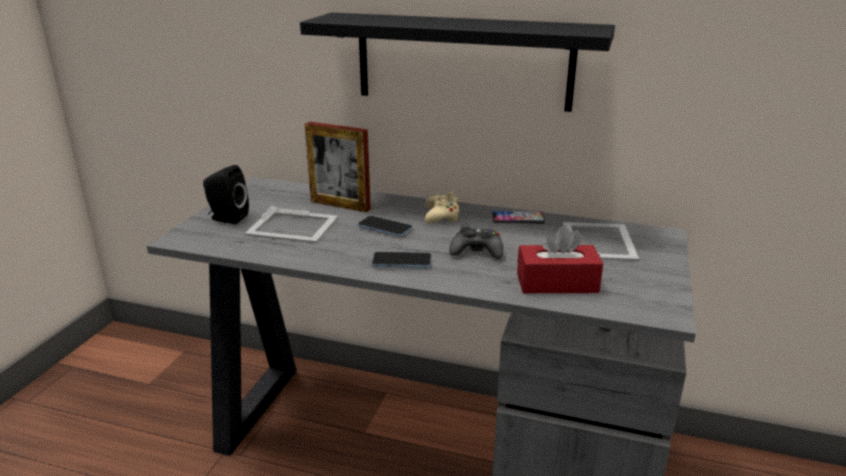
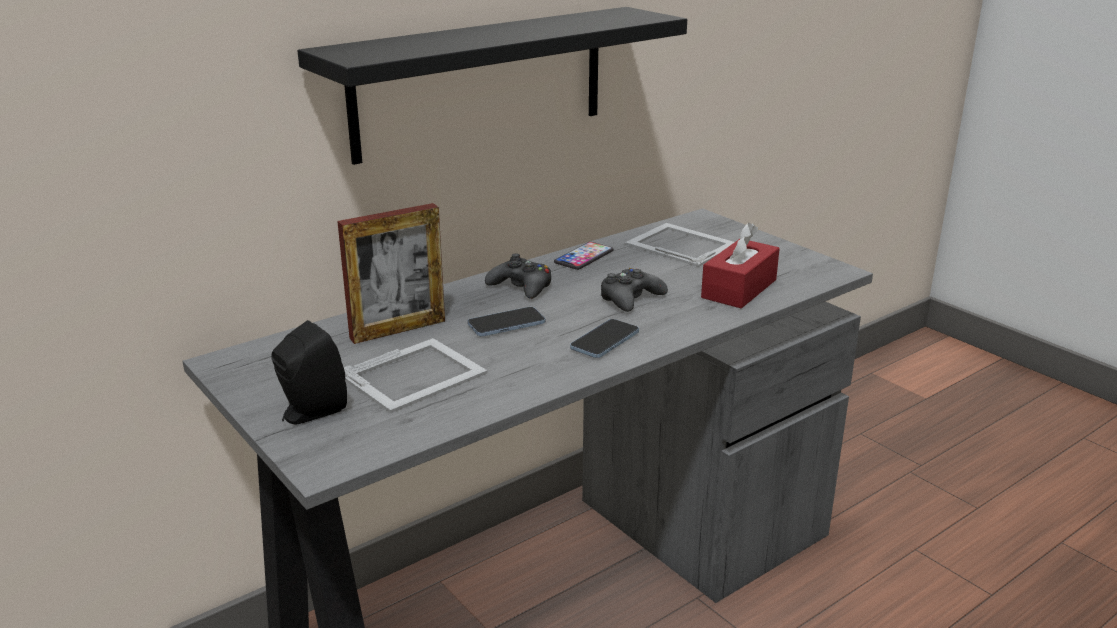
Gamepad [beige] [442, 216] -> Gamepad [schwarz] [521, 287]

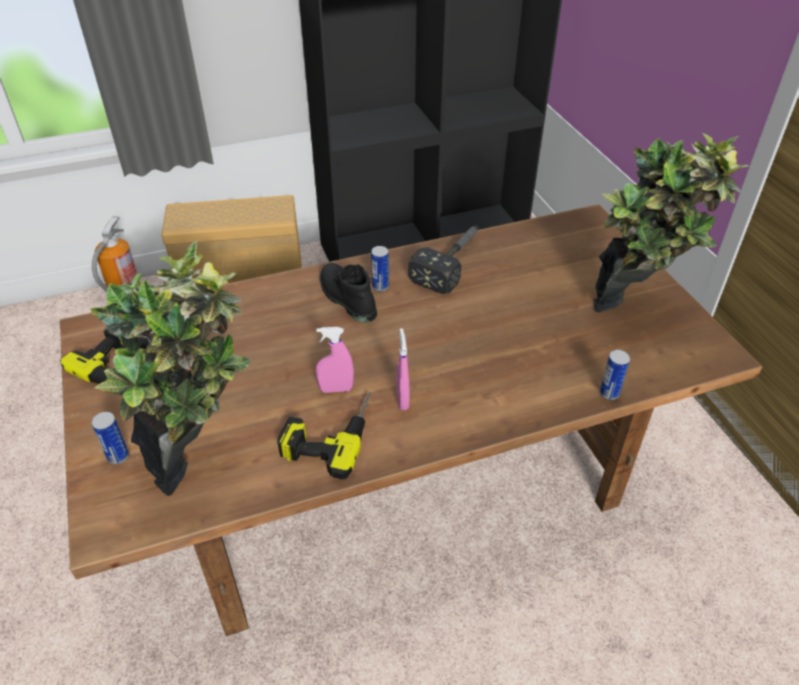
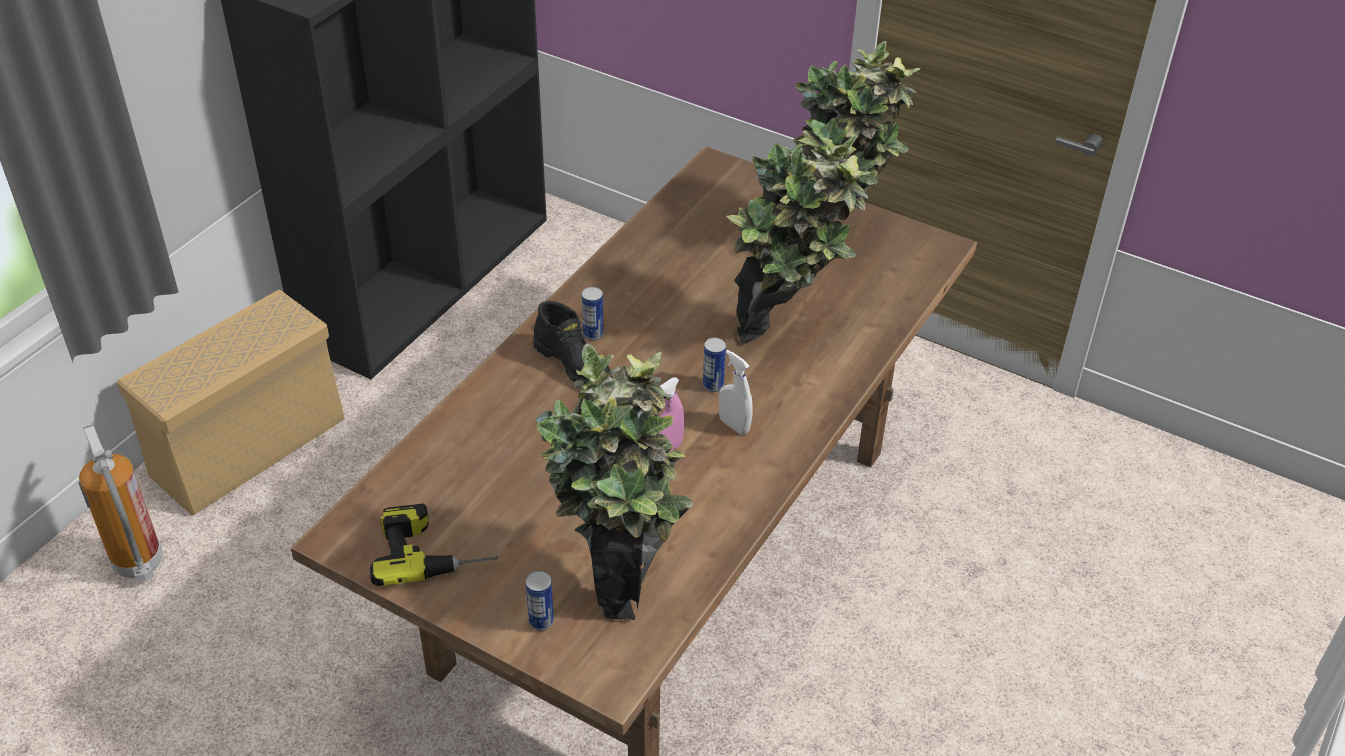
Hammer [452, 262] -> none
Stiefel [schwarz] [346, 298] -> Stiefel [schwarz] [574, 363], 150 degrees counterclockwise
Sprühflasche [rosa] [402, 399] -> Sprühflasche [weiß] [734, 425]
Dose [609, 393] -> Dose [713, 385], moved
Bohrmaschine [328, 433] -> none
none -> Topfpflanze [785, 329]

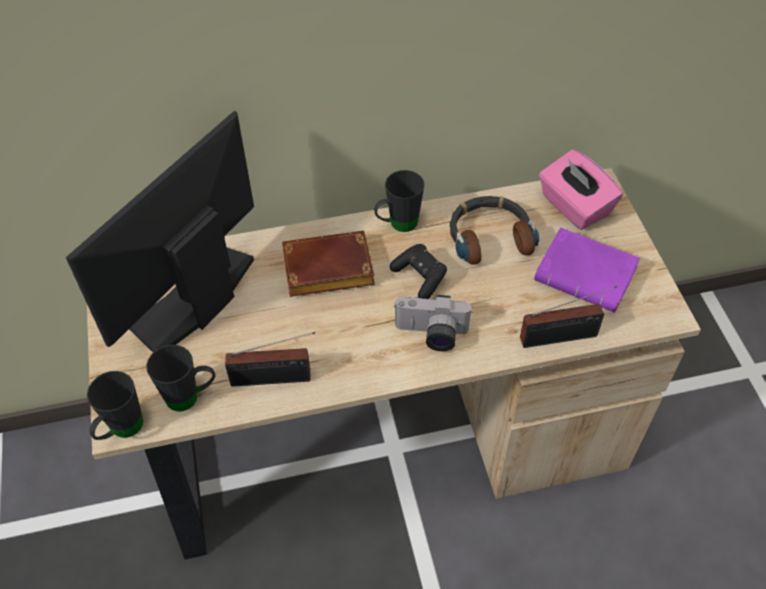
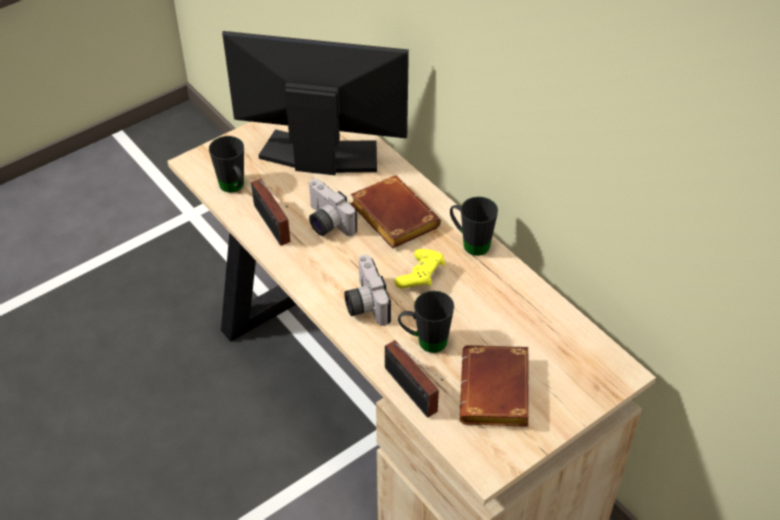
Taschentuchbox [rosa] [574, 206] -> none
Kopfhörer [489, 236] -> none
Buch [lila] [588, 275] -> Buch [braun] [497, 393]
Gamepad [schwarz] [420, 277] -> Gamepad [gelb] [421, 276]
Henkelbecher [schwarz] [121, 431] -> Henkelbecher [schwarz] [424, 341], moved
none -> Kamera [325, 223]

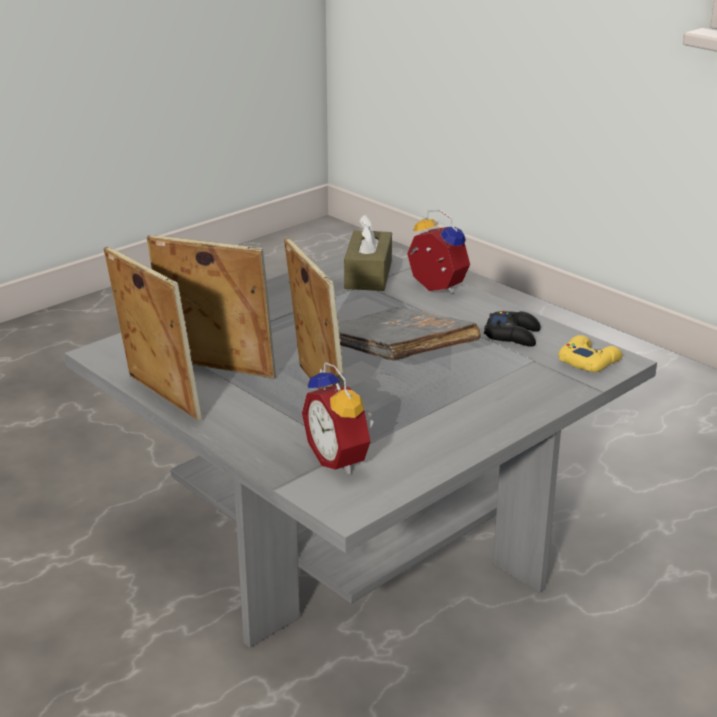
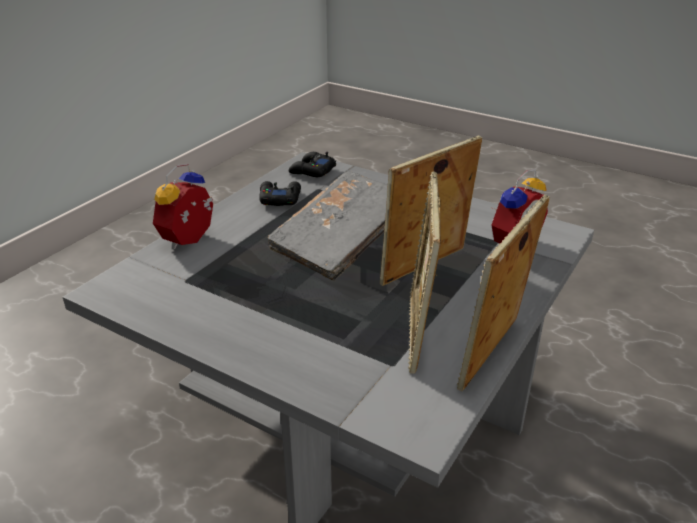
Taschentuchbox [braun] [368, 275] -> none
Gamepad [gelb] [588, 361] -> Gamepad [schwarz] [312, 171]

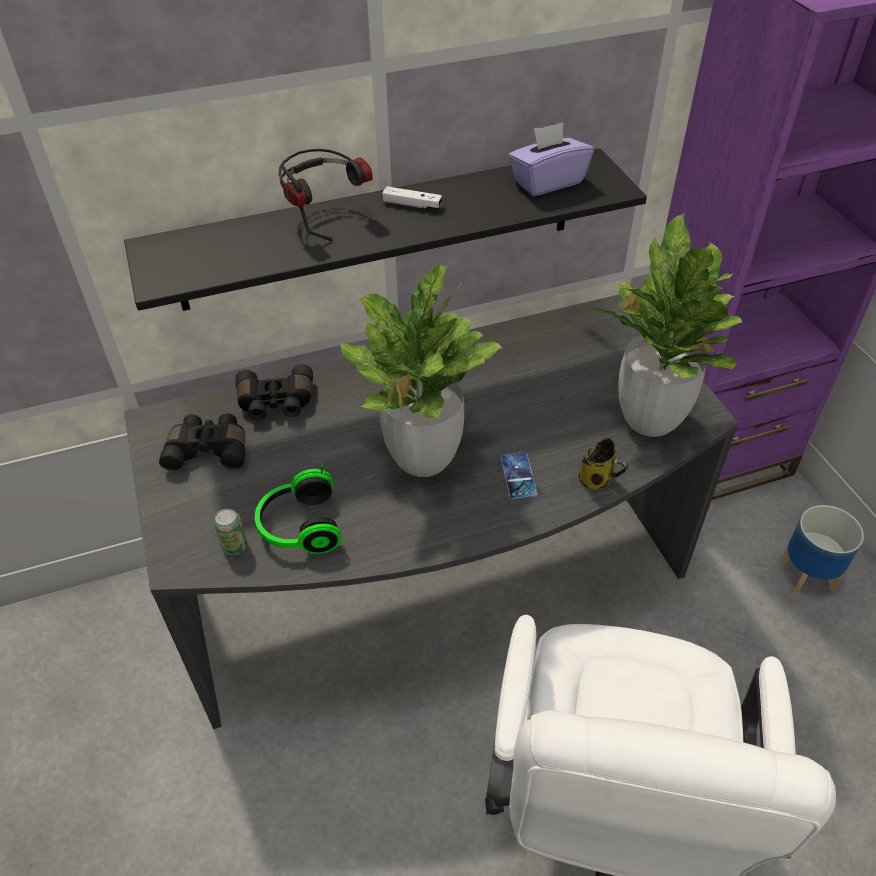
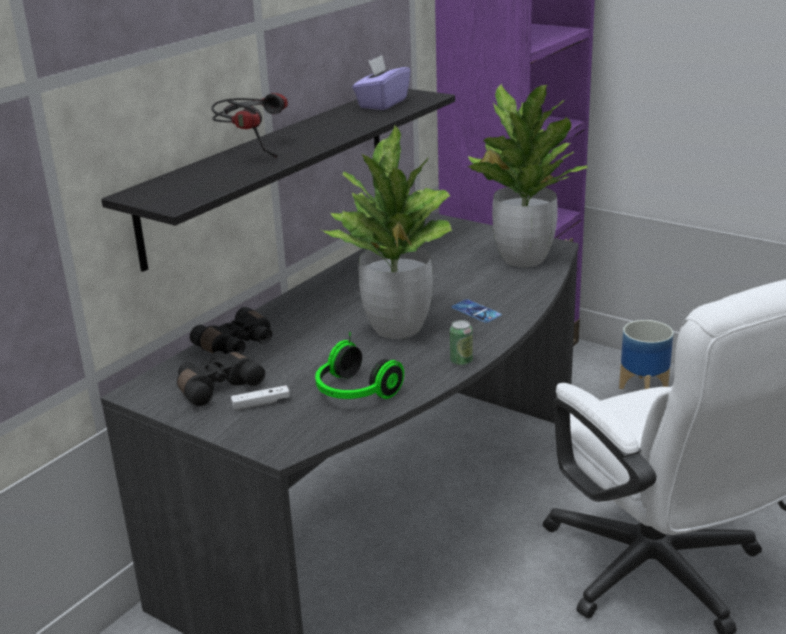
Gamepad [weiß] [412, 204] -> Gamepad [weiß] [261, 403], moved
Henkelbecher [597, 479] -> none
Dose [235, 546] -> Dose [461, 361], moved

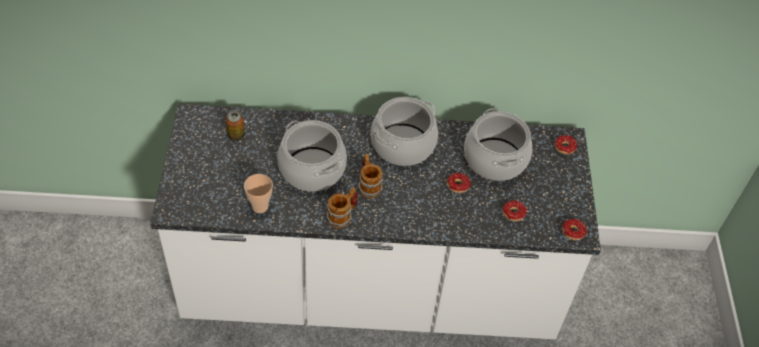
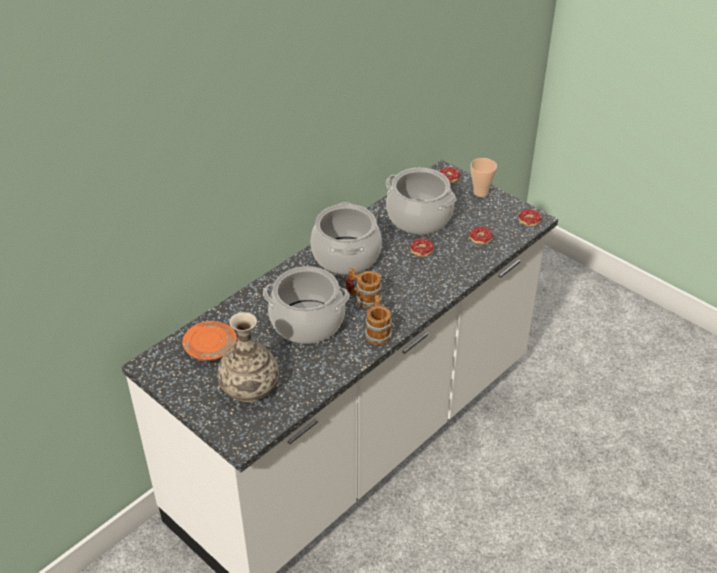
Dose [236, 135] -> Teller [orange] [211, 348]
Tasse [260, 206] -> Tasse [480, 192], moved
none -> Vase [250, 387]

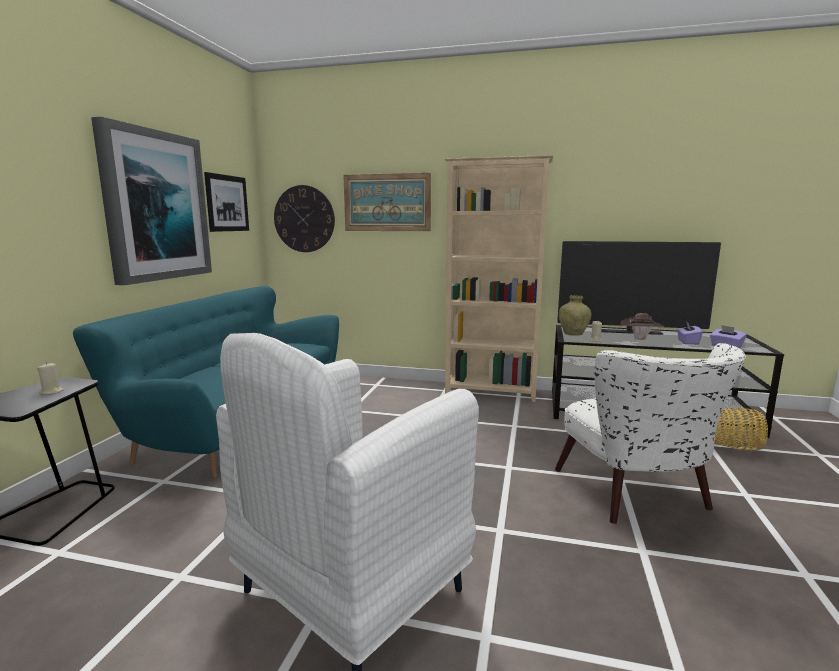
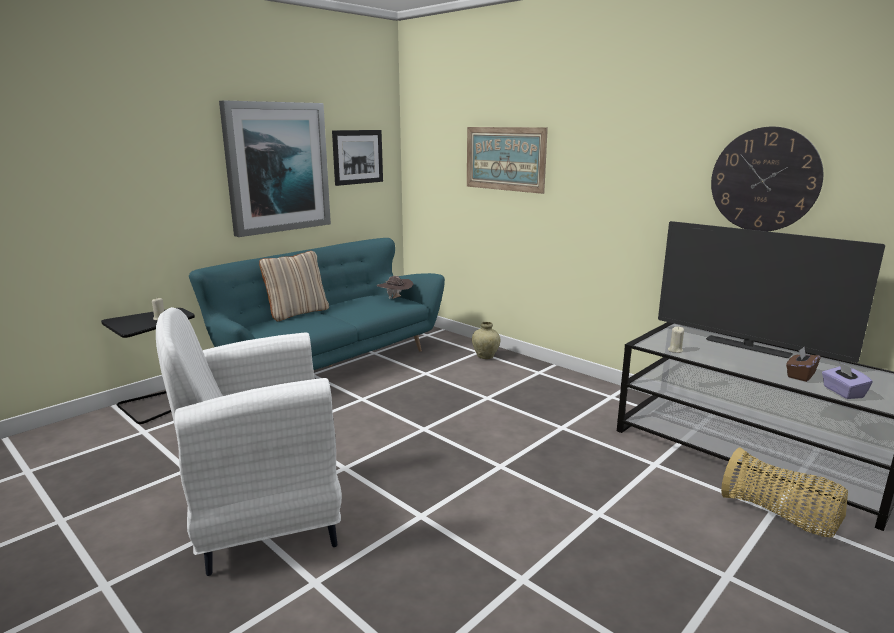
Bücherregal [beige] [491, 392] -> none
Wanduhr [304, 219] -> Wanduhr [764, 180], moved
Vase [beige] [573, 334] -> Vase [beige] [485, 356], moved
Hut [braun] [640, 340] -> Hut [braun] [395, 299], moved
Taschentuchbox [lila] [687, 342] -> Taschentuchbox [braun] [800, 375]
Sessel [weiß] [638, 497] -> none
none -> Kissen [beige] [297, 313]

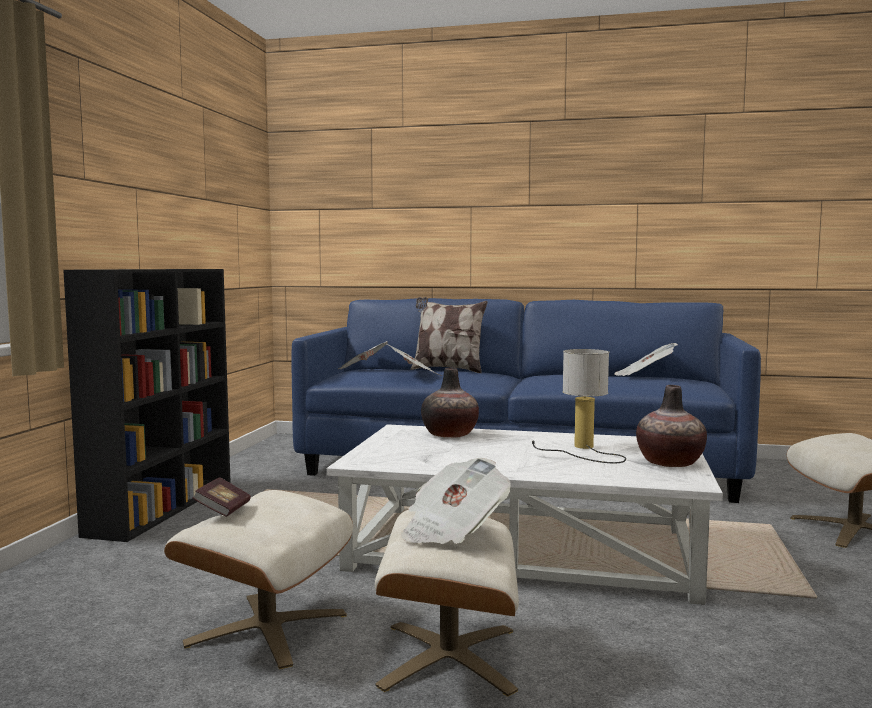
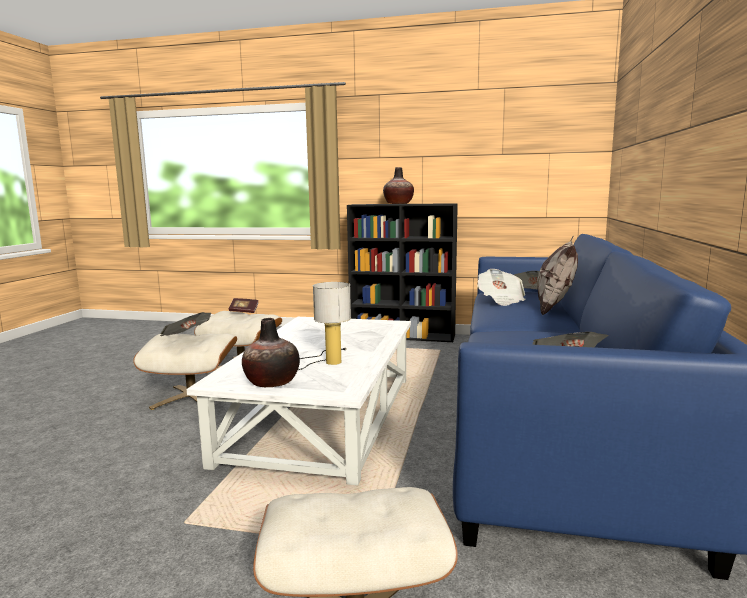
Vase [450, 434] -> Vase [398, 203], moved

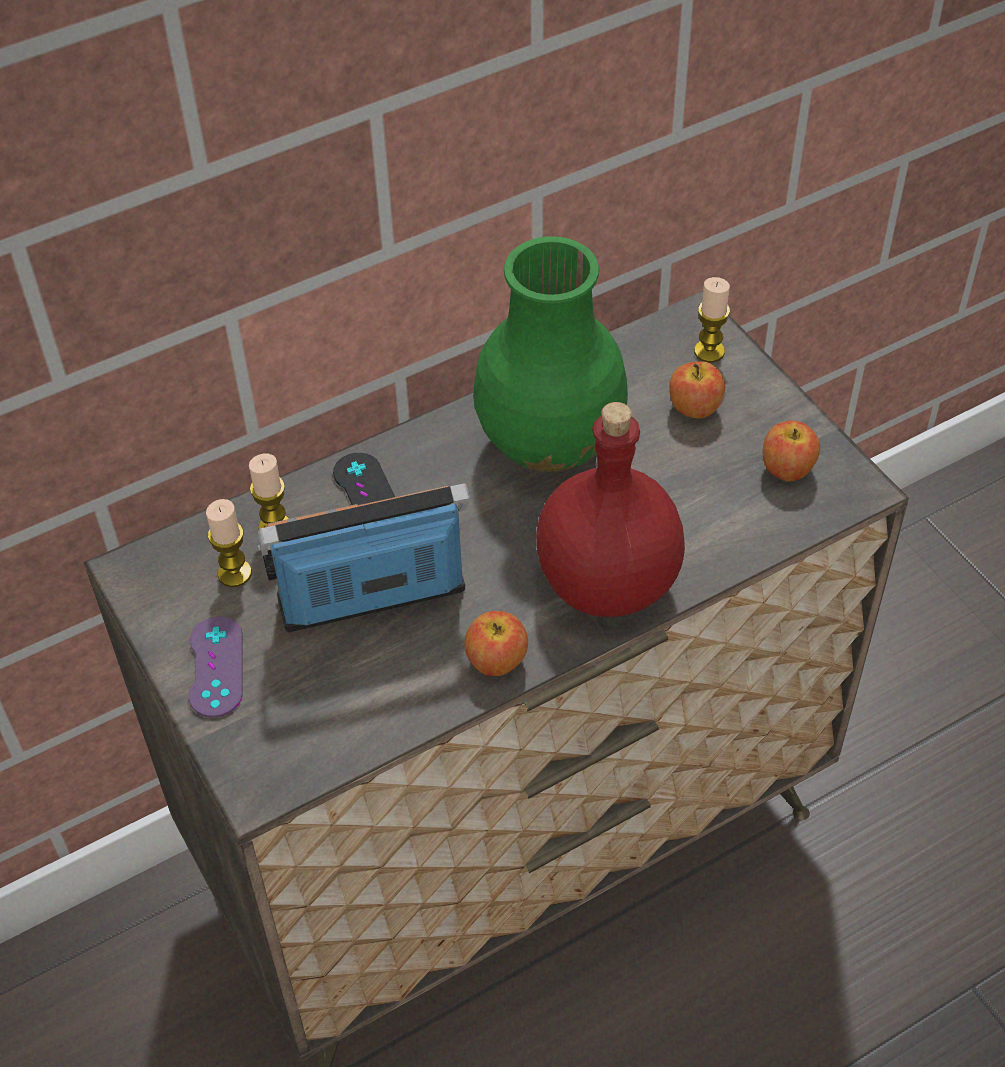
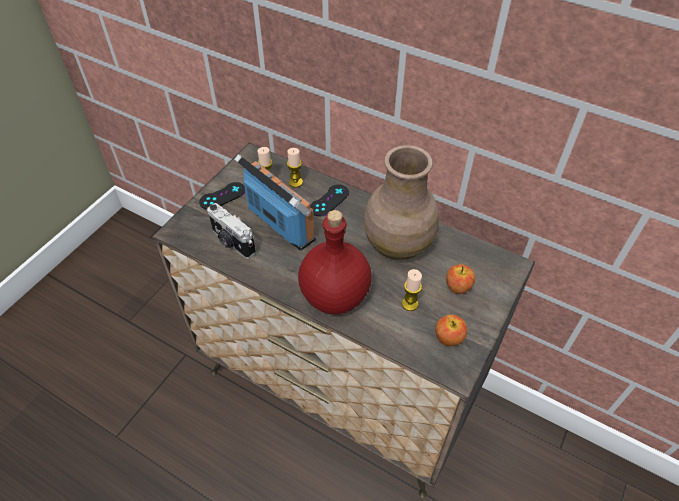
Vase [grün] [548, 443] -> Vase [braun] [397, 244]
Kerze [709, 351] -> Kerze [410, 304], moved
Apfel [497, 660] -> none
Gamepad [lila] [216, 667] -> Gamepad [schwarz] [222, 196]
none -> Kamera [232, 242]

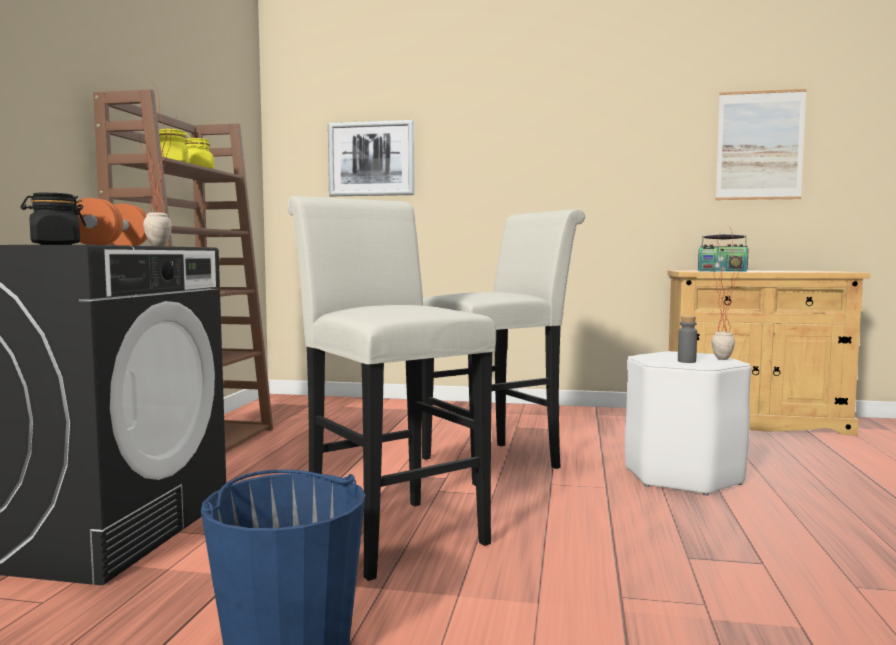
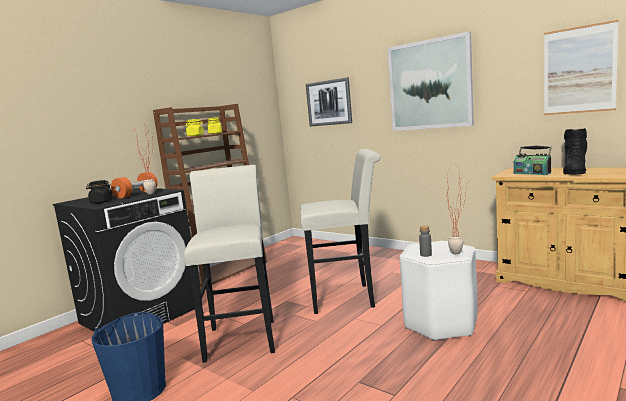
none -> Bild [429, 85]
none -> Stiefel [schwarz] [574, 171]

